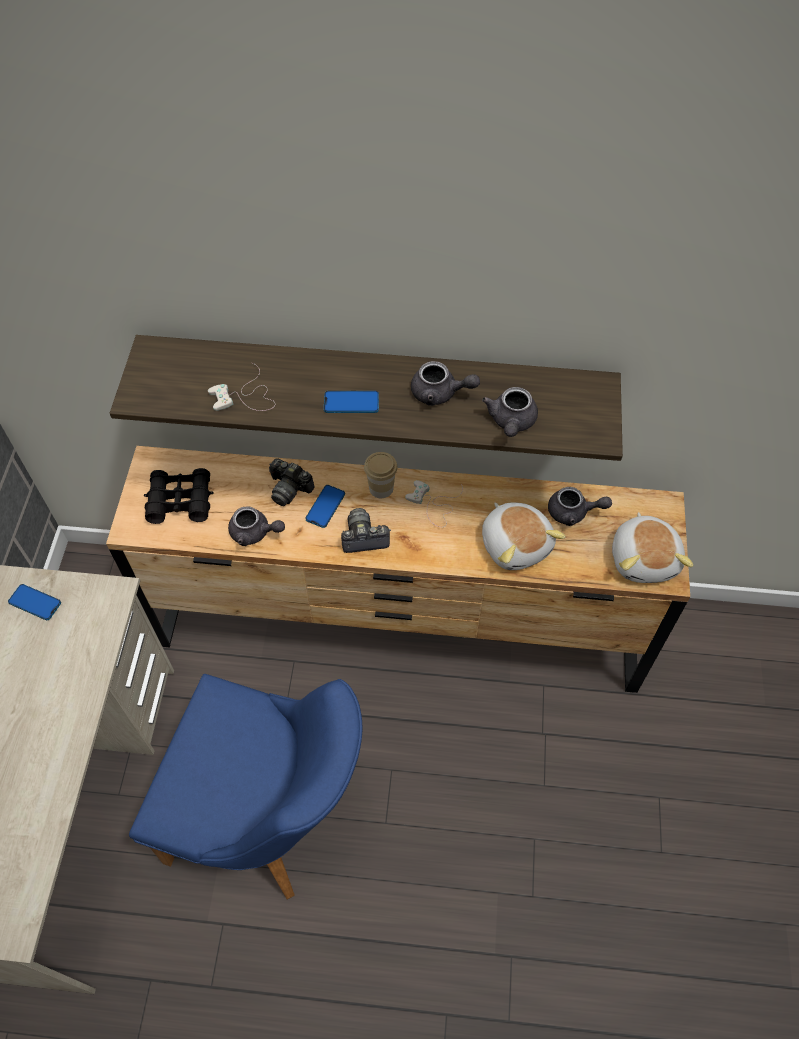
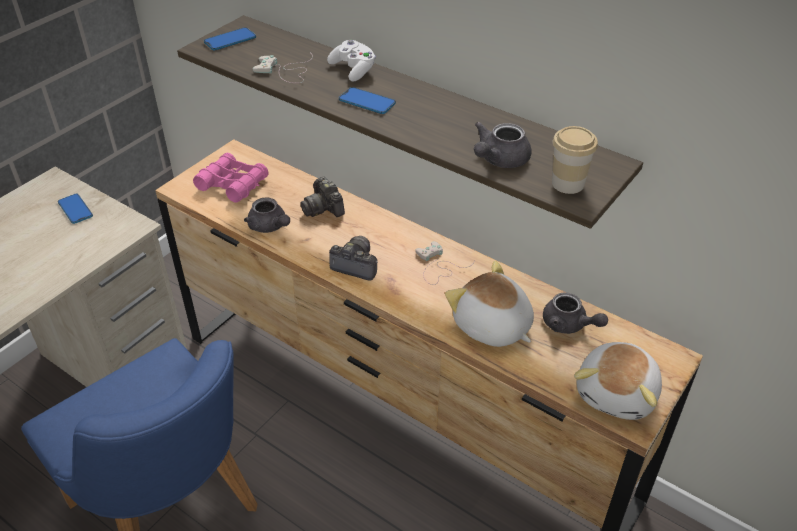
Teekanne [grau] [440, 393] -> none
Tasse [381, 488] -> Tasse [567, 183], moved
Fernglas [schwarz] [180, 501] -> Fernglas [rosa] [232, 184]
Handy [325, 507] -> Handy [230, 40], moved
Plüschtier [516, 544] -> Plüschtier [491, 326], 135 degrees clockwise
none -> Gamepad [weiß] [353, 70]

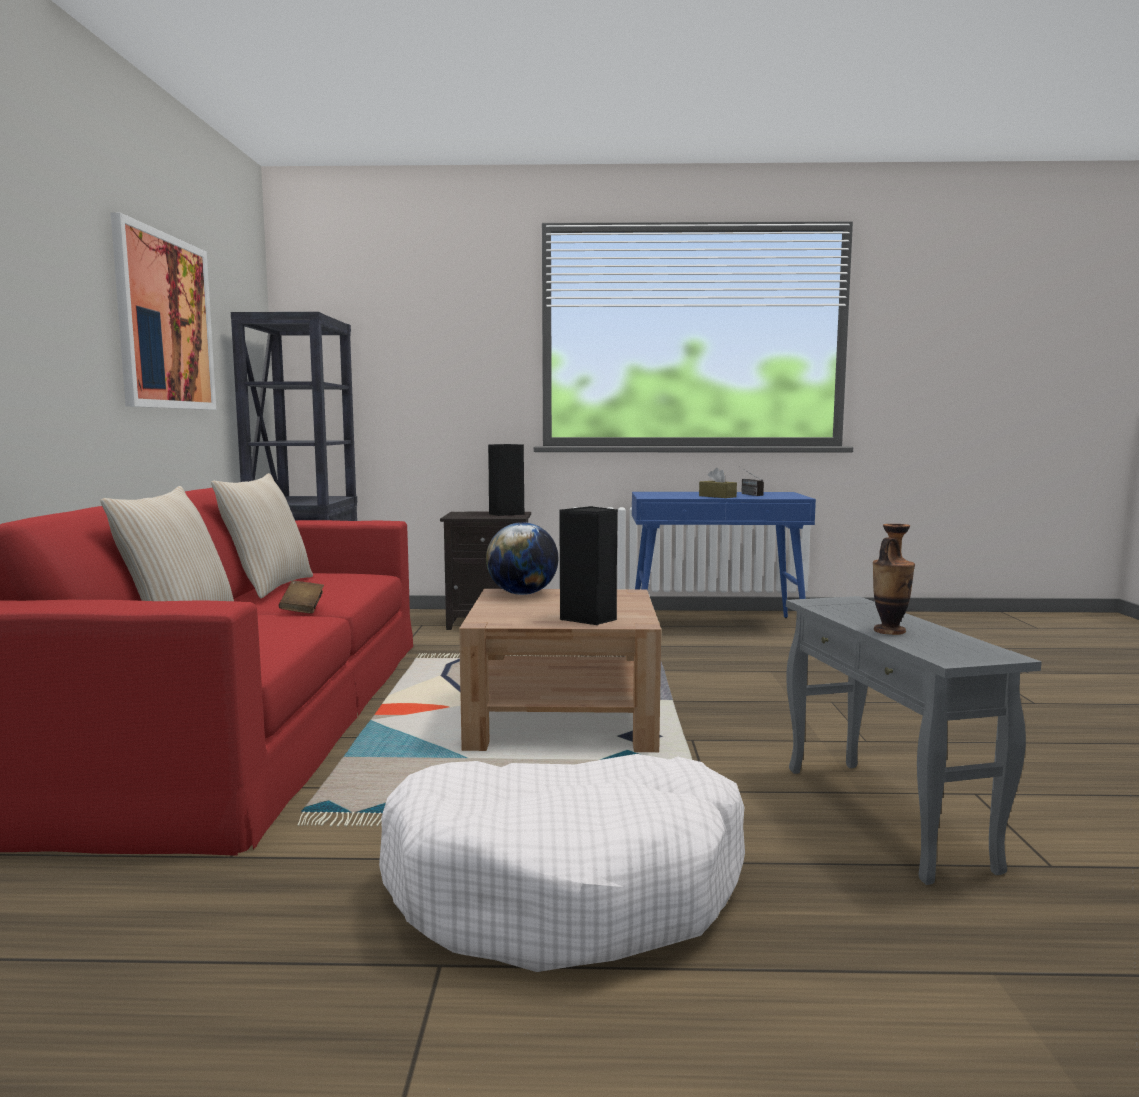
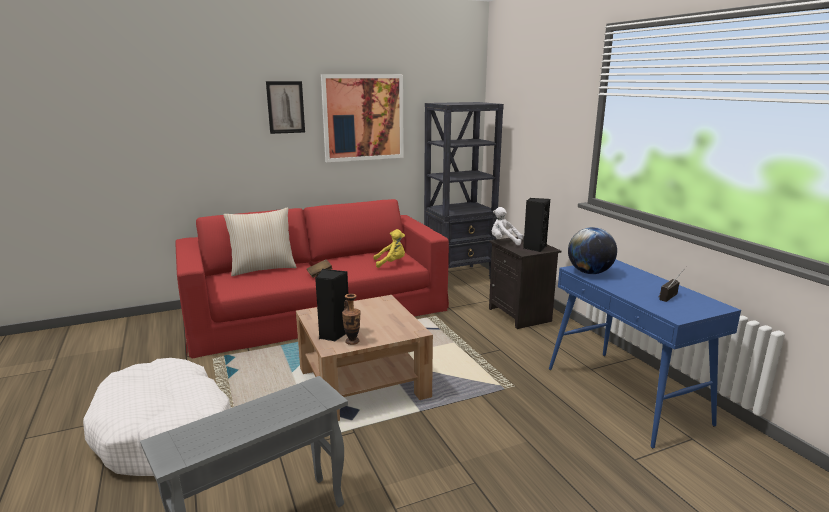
Taschentuchbox [braun] [717, 496] -> none
Kissen [beige] [268, 587] -> none
Globus [522, 594] -> Globus [589, 272], moved
Vase [889, 631] -> Vase [352, 341], moved
none -> Bild [285, 107]
none -> Plüschtier [weiß] [504, 242]
none -> Plüschtier [gelb] [391, 263]

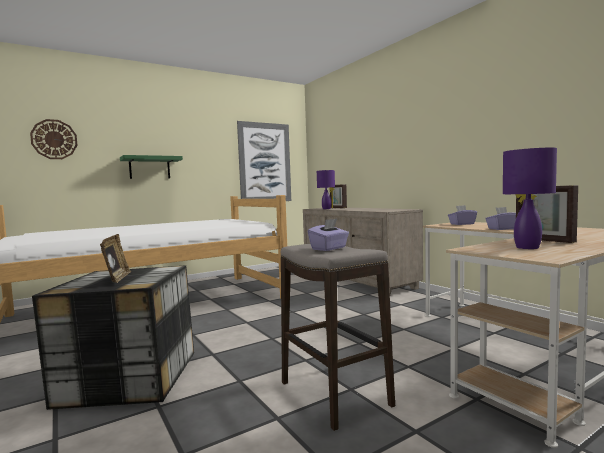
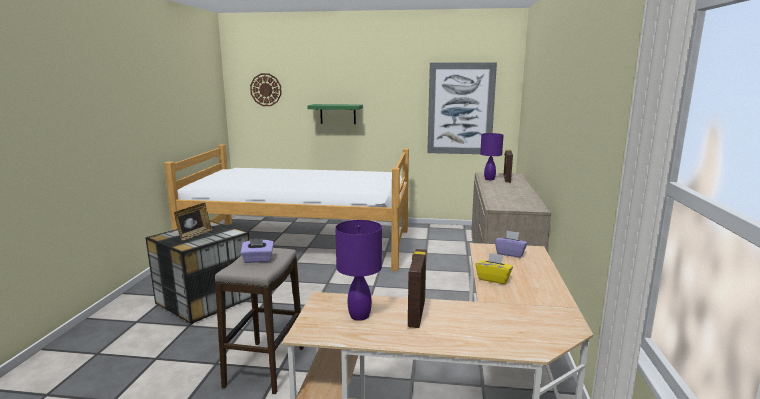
Taschentuchbox [lila] [502, 229] -> Taschentuchbox [gelb] [493, 279]

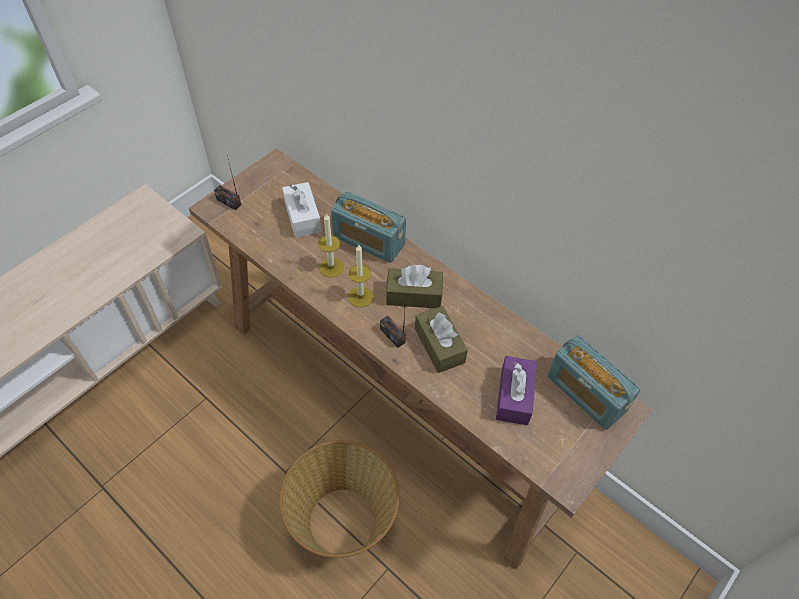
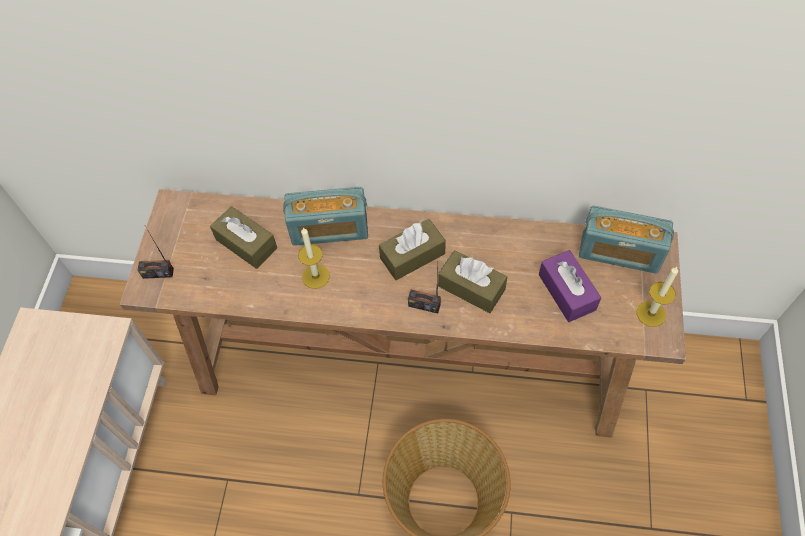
Taschentuchbox [weiß] [302, 217] -> Taschentuchbox [braun] [246, 244]
Kerze [360, 296] -> Kerze [651, 313], moved

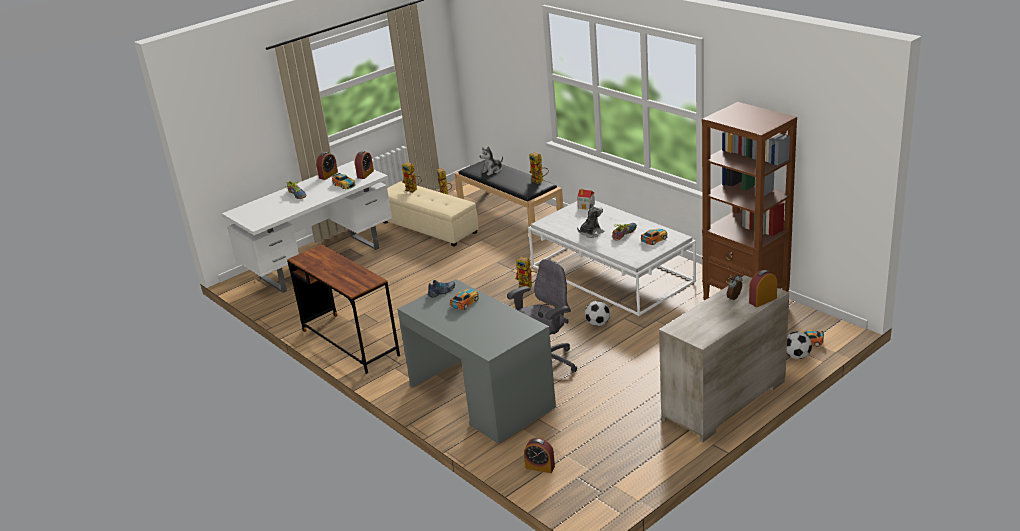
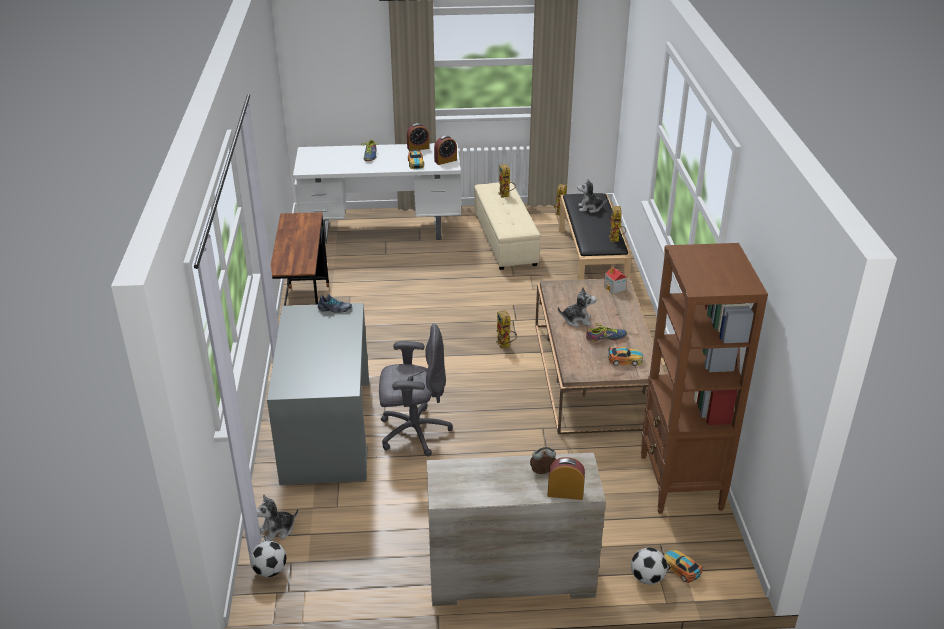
Couchtisch [weiß] [611, 274] -> Couchtisch [braun] [594, 374]
Spielzeugauto [465, 302] -> none
Fußball [598, 324] -> Fußball [270, 571], moved
Wecker [540, 467] -> Plüschtier [277, 530]

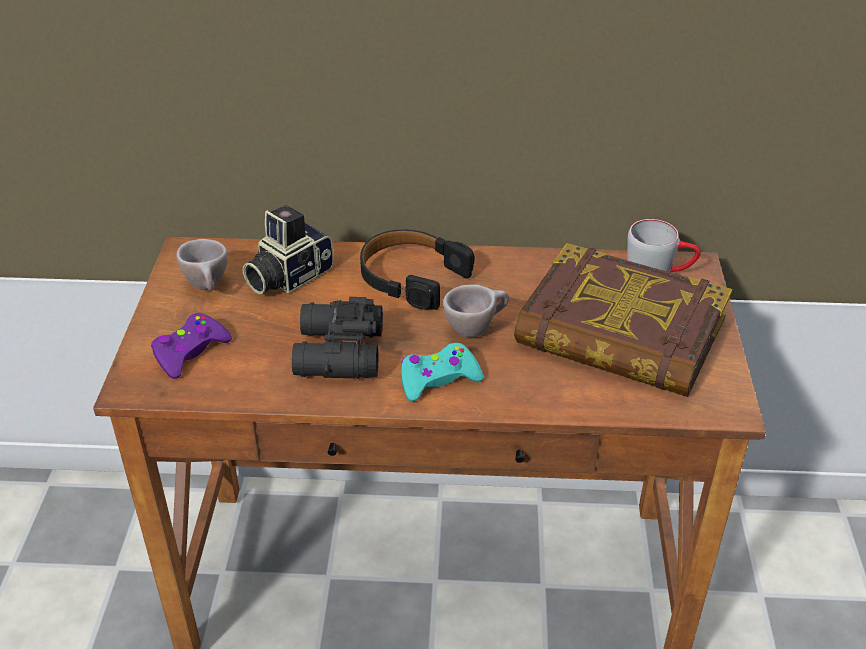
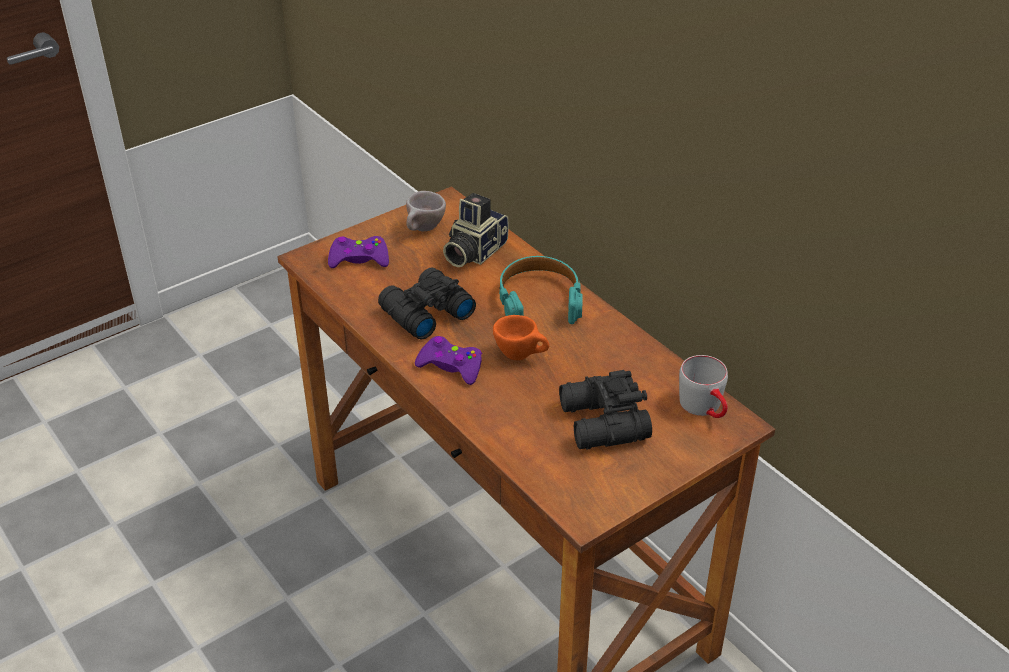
Kamera [287, 276] -> Kamera [473, 252], 60 degrees counterclockwise
Kopfhörer [schwarz] [411, 277] -> Kopfhörer [türkis] [539, 300]
Buch [620, 333] -> Fernglas [schwarz] [602, 424]
Tasse [beige] [475, 328] -> Tasse [orange] [521, 355]
Gamepad [türkis] [438, 379] -> Gamepad [lila] [451, 366]

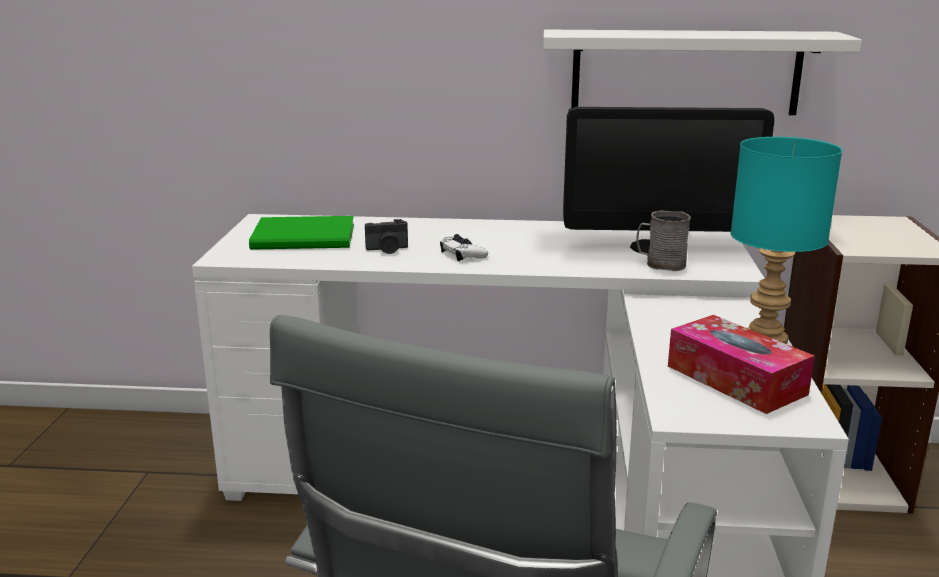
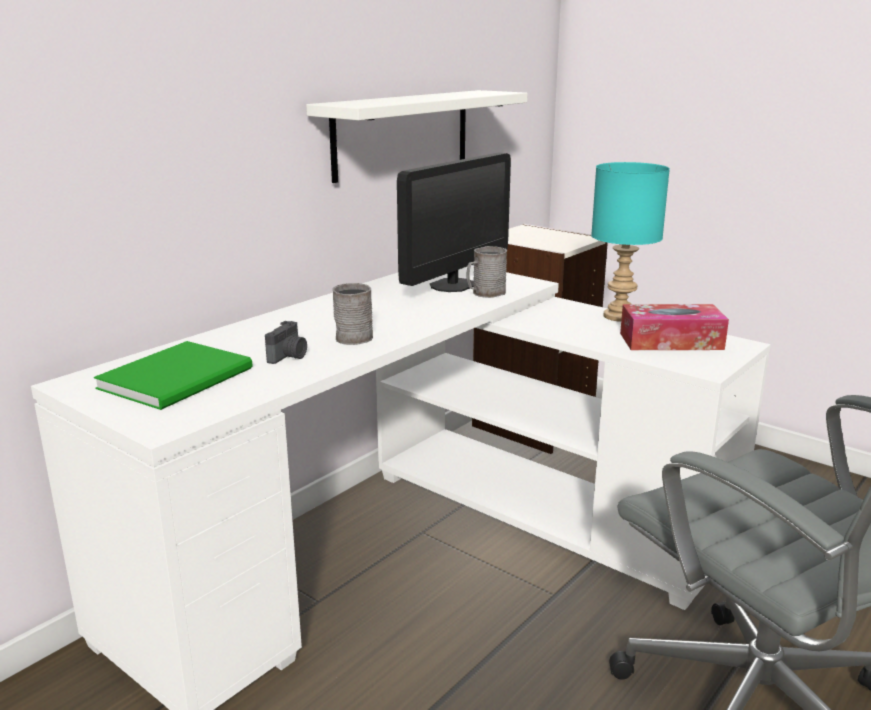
Gamepad [weiß] [462, 254] -> Henkelbecher [grau] [354, 336]

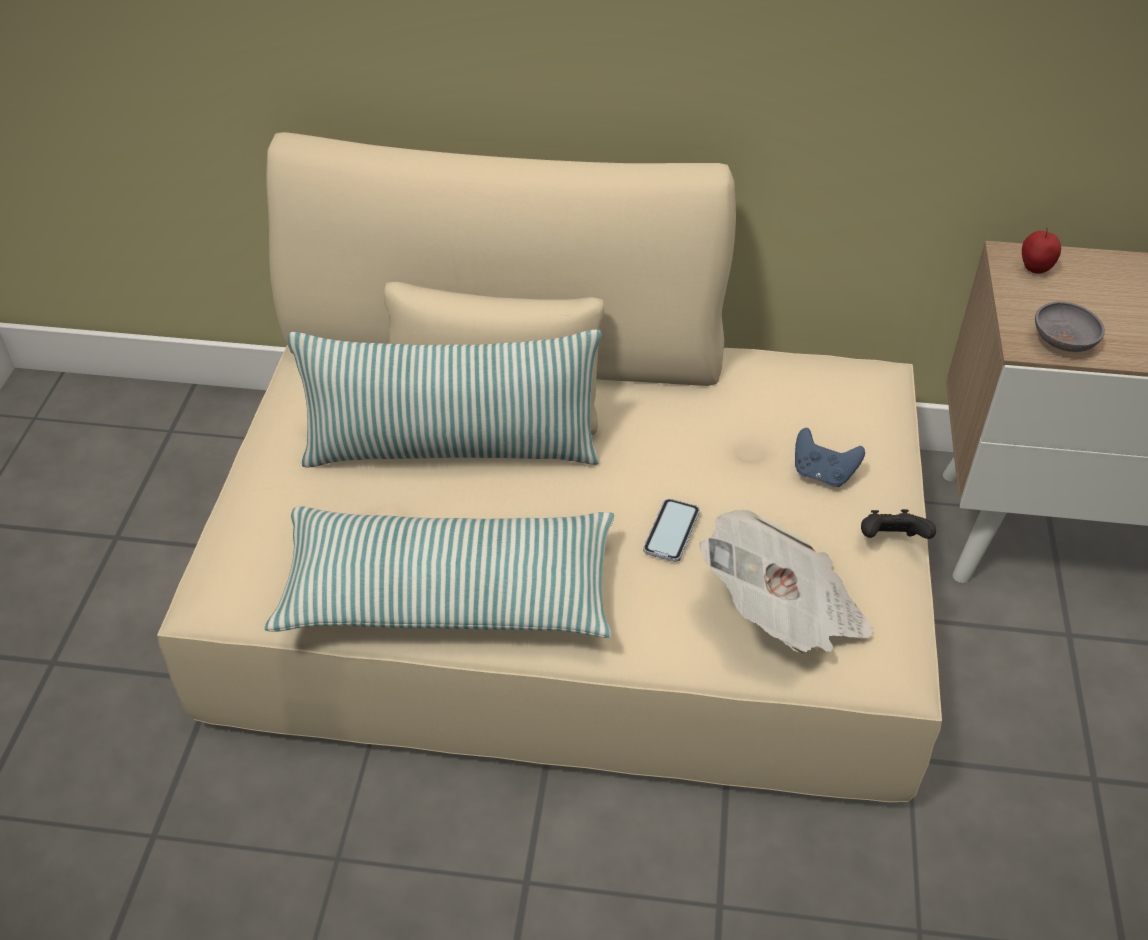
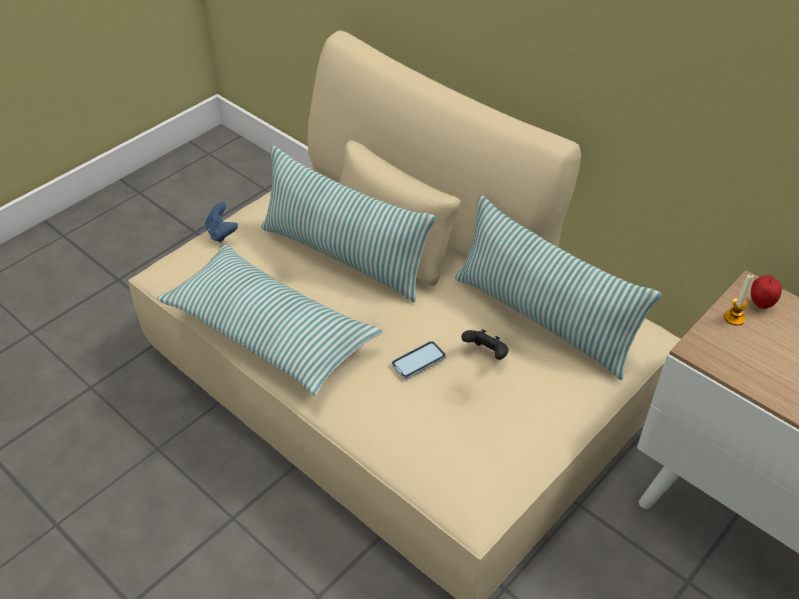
Schüssel [grau] [1063, 341] -> none
Gamepad [blau] [822, 474] -> Gamepad [blau] [221, 233], moved
Gamepad [schwarz] [891, 541] -> Gamepad [schwarz] [486, 354], moved
Zeitung [783, 613] -> none
none -> Kissen [543, 319]
none -> Kerze [734, 318]

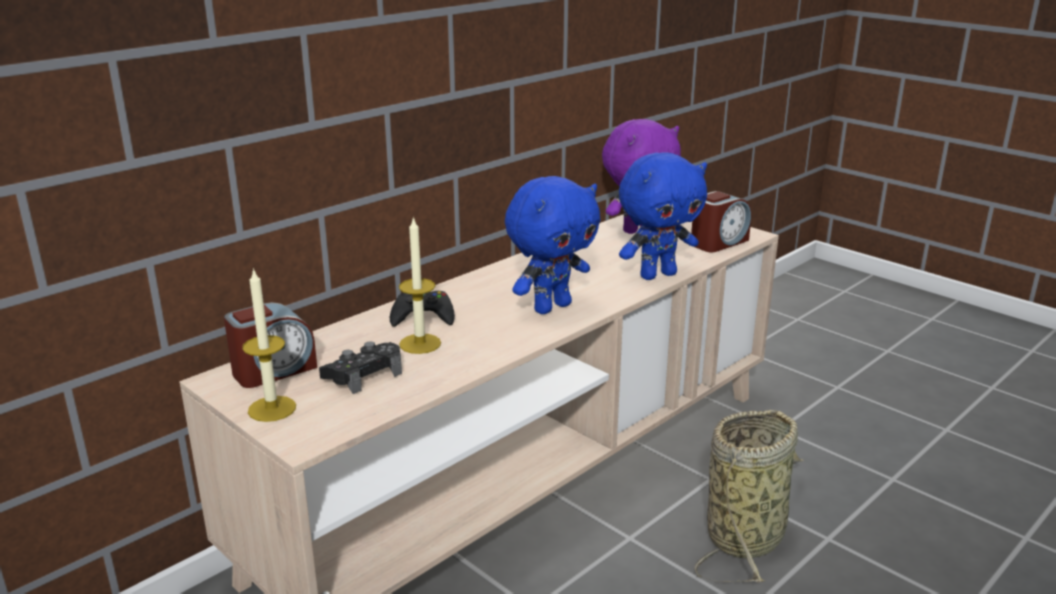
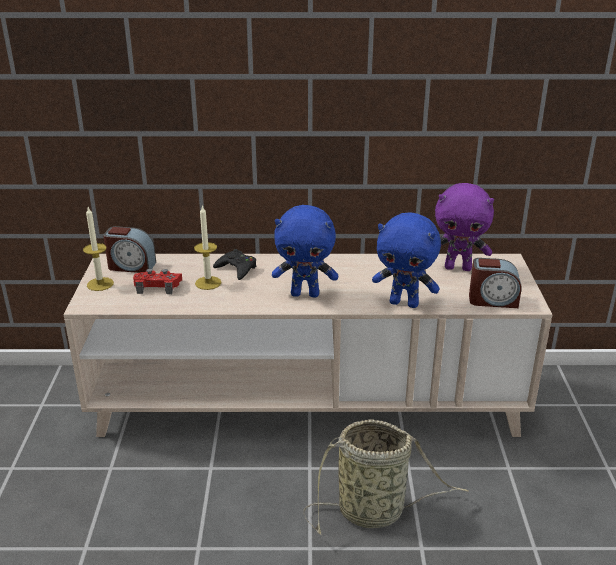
Gamepad [schwarz] [363, 375] -> Gamepad [rot] [158, 286]

